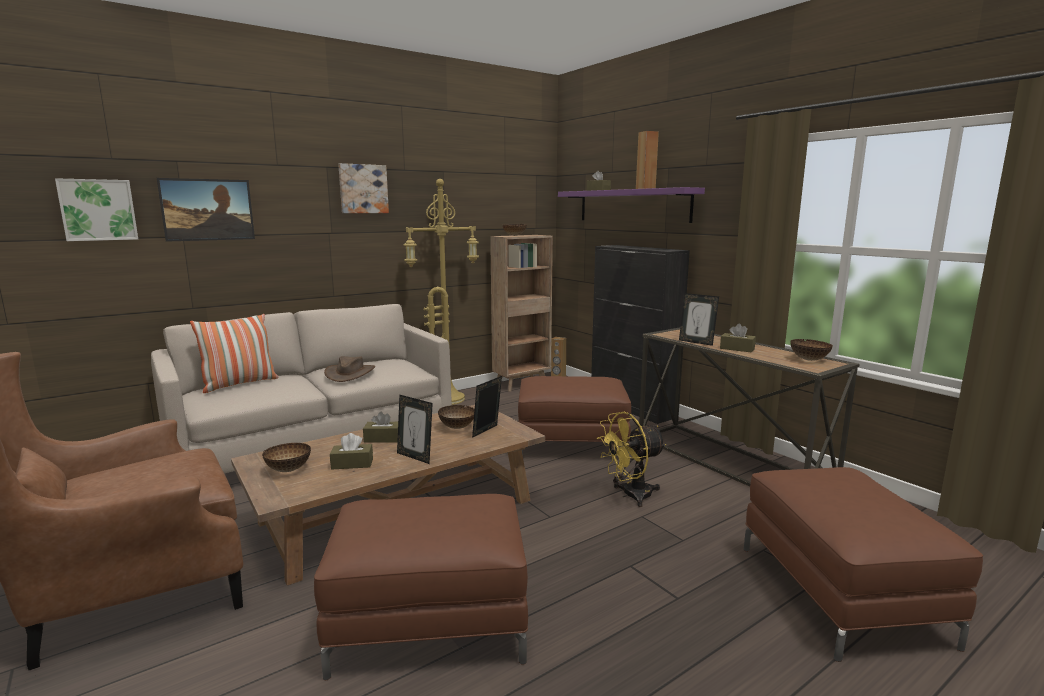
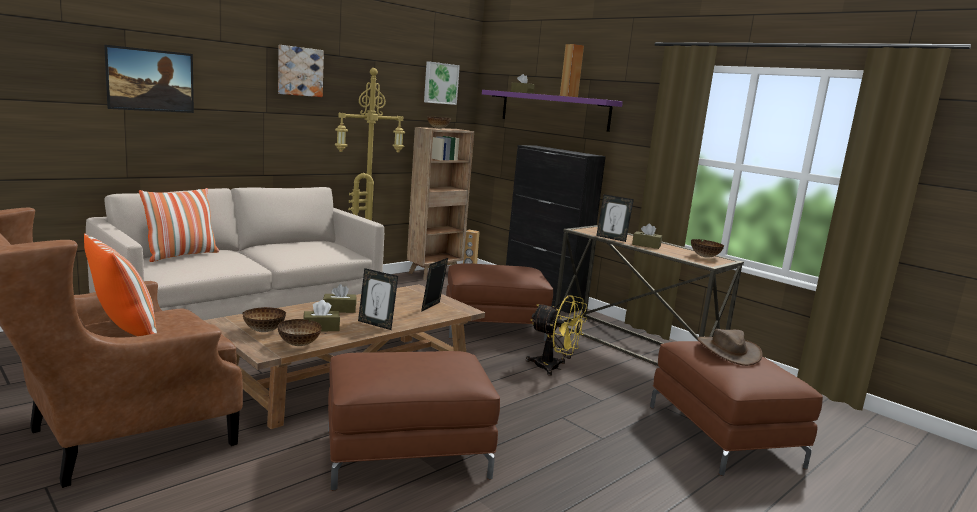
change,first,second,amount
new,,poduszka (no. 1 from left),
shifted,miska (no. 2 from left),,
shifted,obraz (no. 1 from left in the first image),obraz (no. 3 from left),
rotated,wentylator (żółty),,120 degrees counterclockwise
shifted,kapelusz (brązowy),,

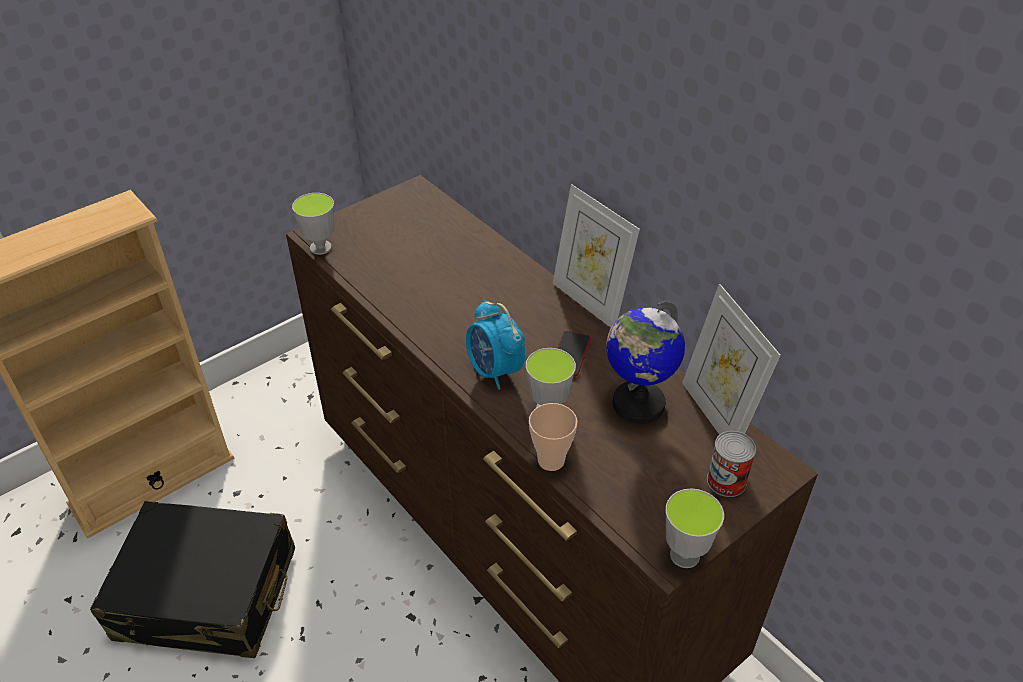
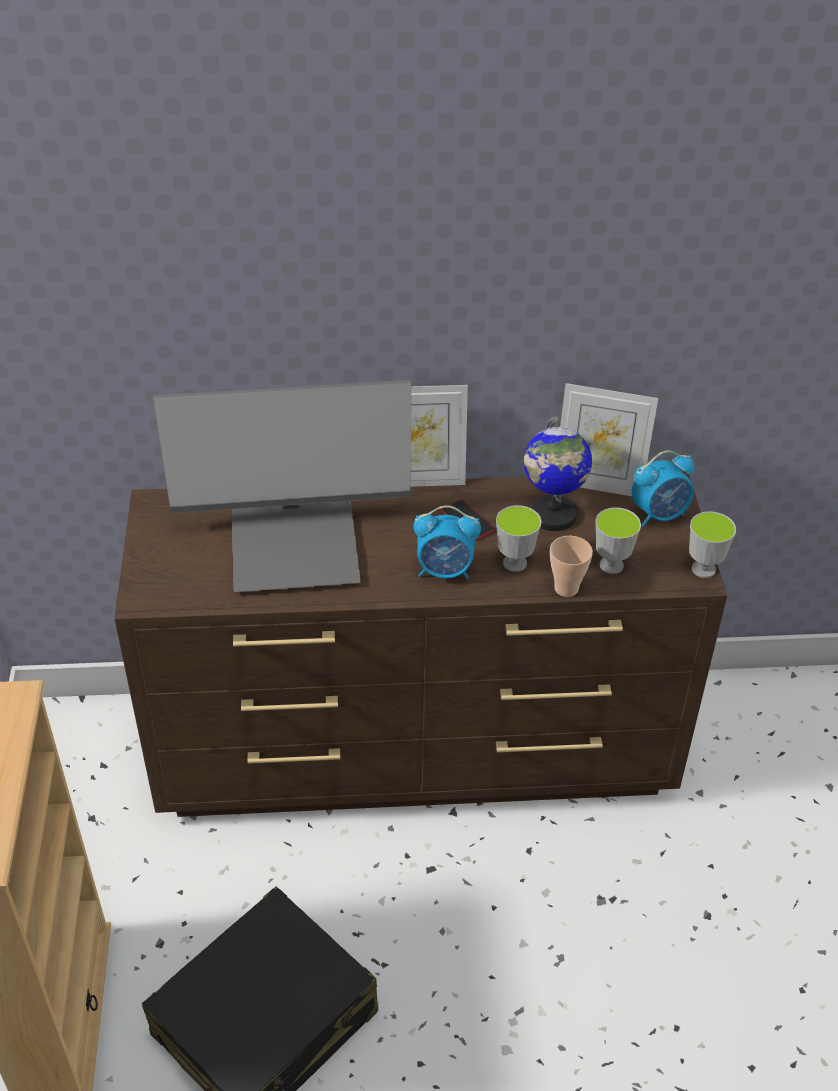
change,first,second,amount
new,,monitor,
shifted,filiżanka (no. 1 from left in the first image),filiżanka (no. 3 from left),
swapped,puszka,budzik (no. 2 from left),

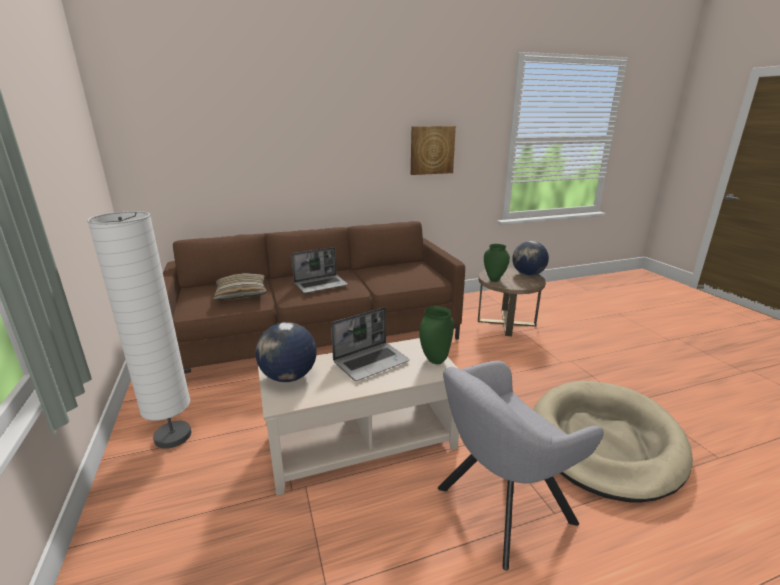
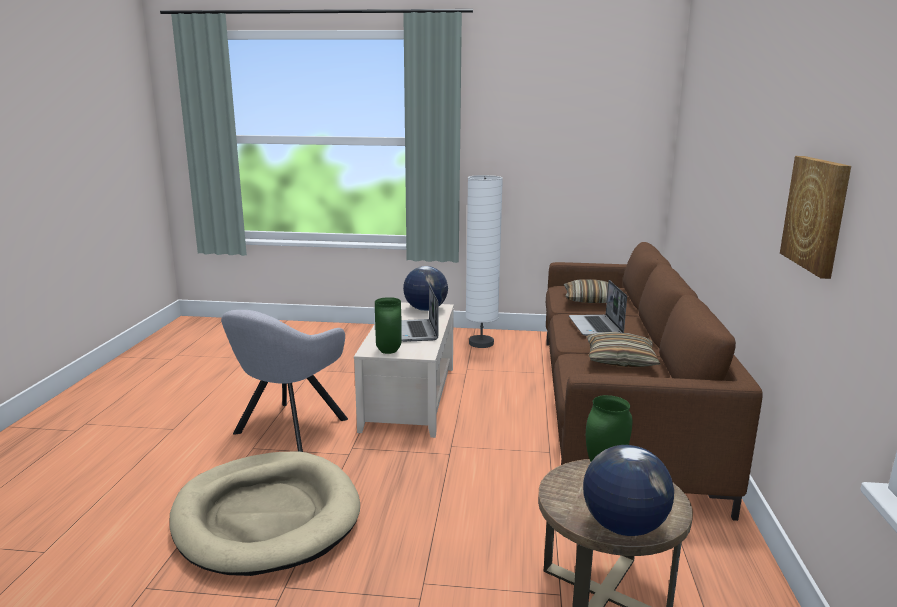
change,first,second,amount
rotated,fotel (szary),,150 degrees counterclockwise
new,,poduszka (no. 2 from left),

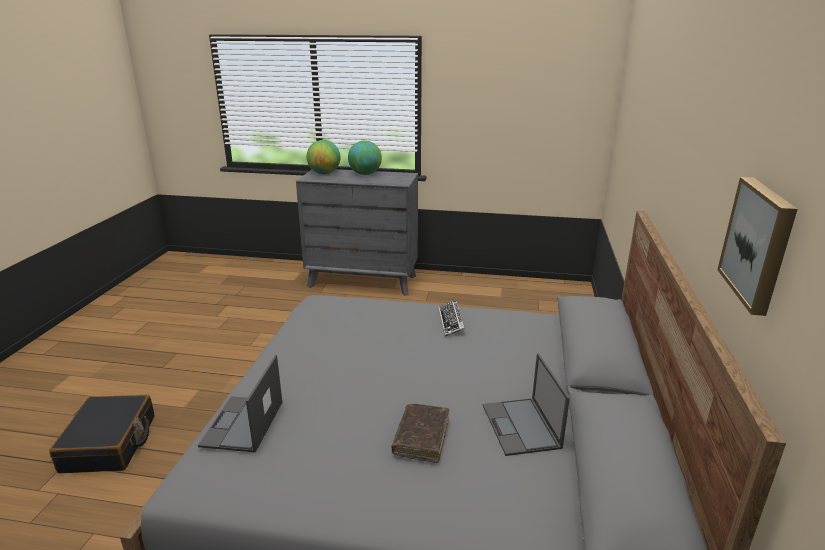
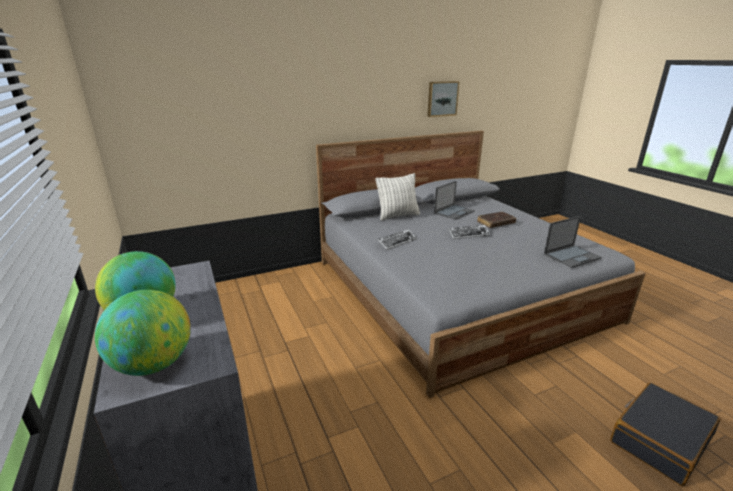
change,first,second,amount
new,,poduszka,
new,,klawiatura (no. 2 from left),

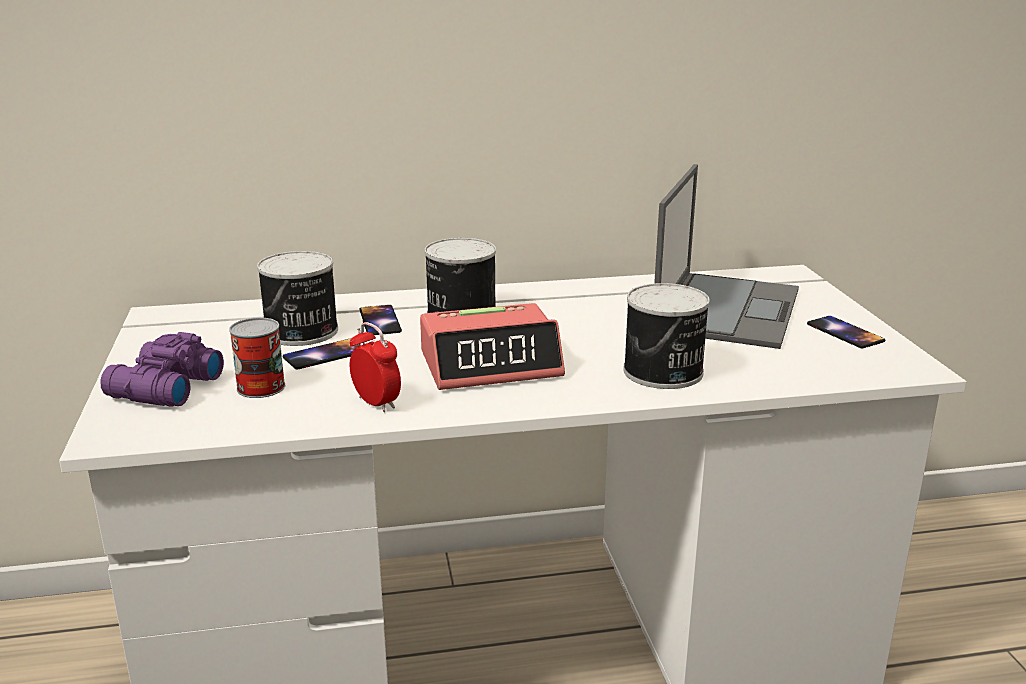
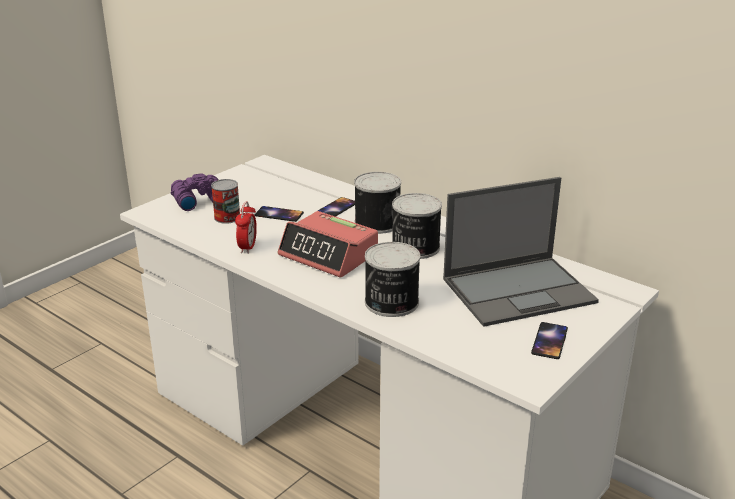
change,first,second,amount
shifted,puszka (no. 2 from left in the first image),puszka (no. 4 from left),

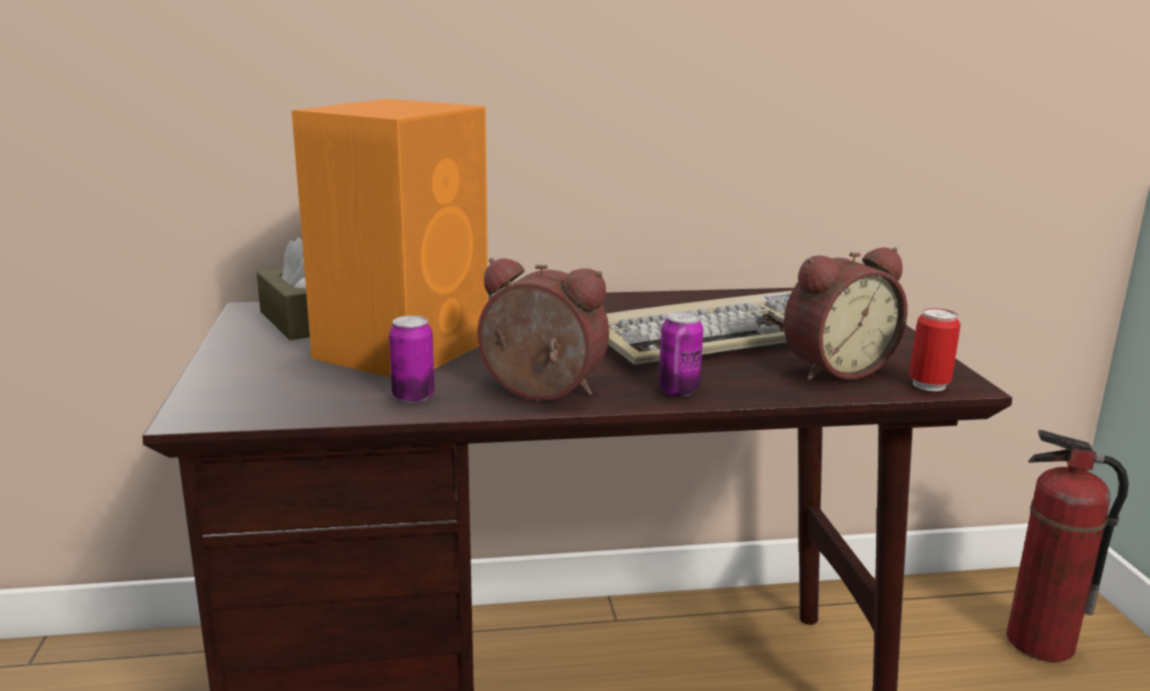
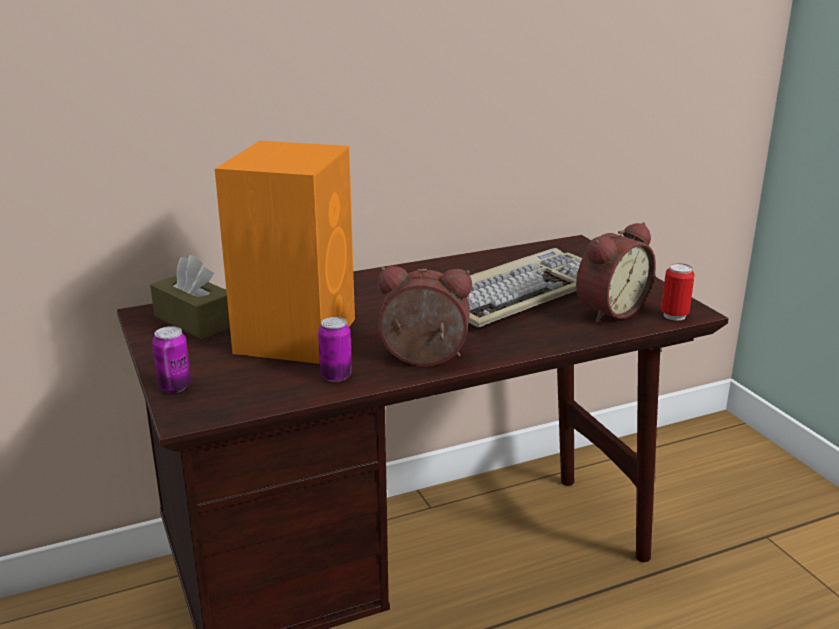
change,first,second,amount
shifted,puszka (no. 2 from left in the first image),puszka (no. 1 from left),
gone,gaśnica,,

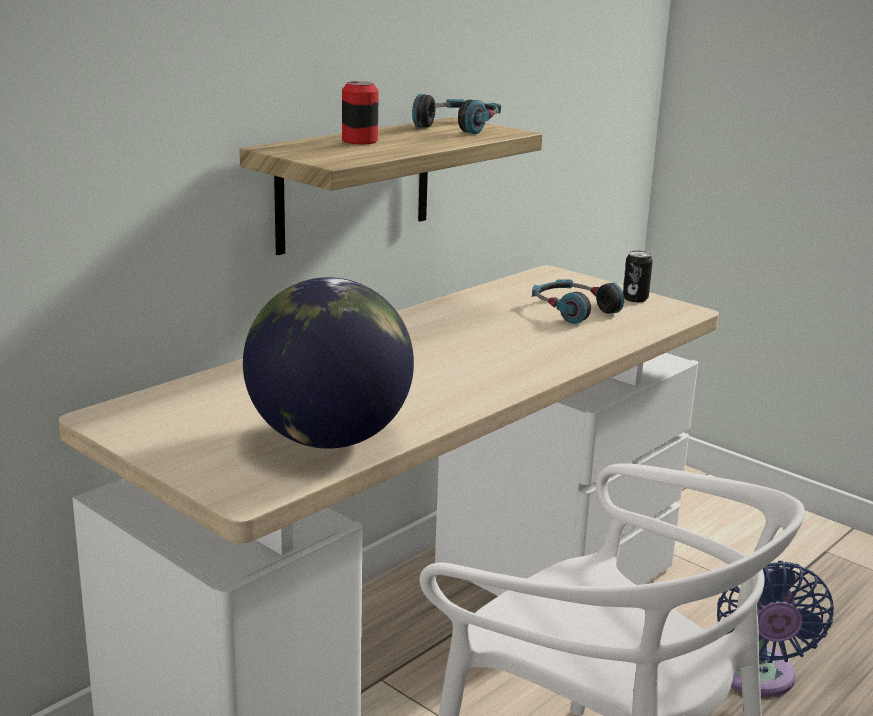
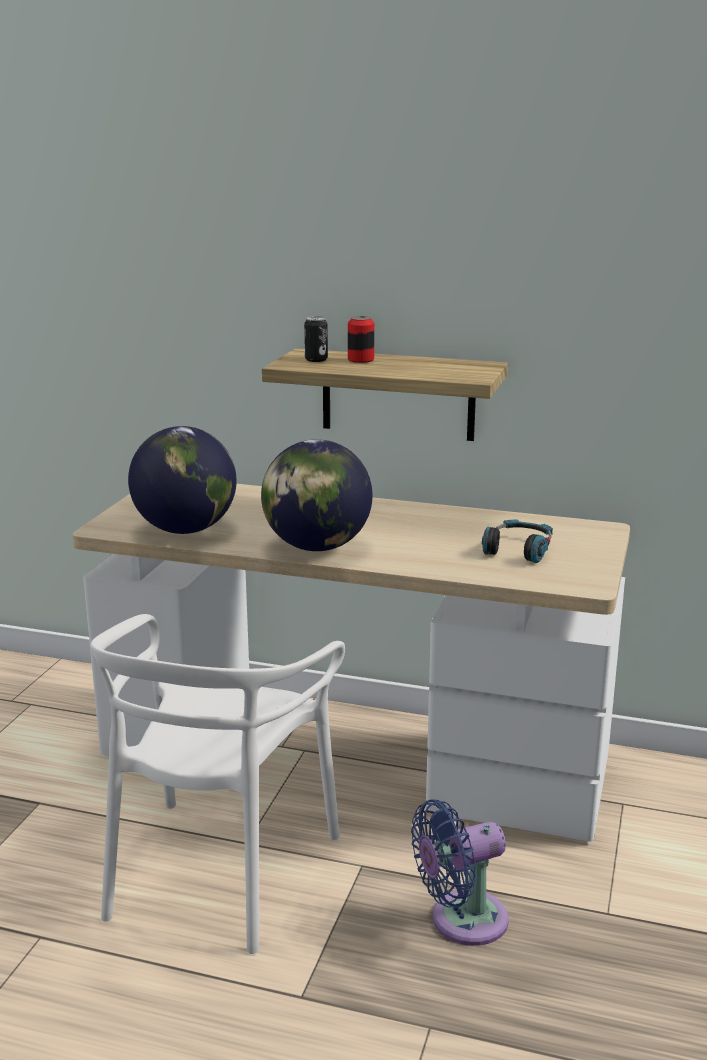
change,first,second,amount
new,,globus (no. 2 from left),
shifted,puszka (no. 2 from left in the first image),puszka (no. 1 from left),
gone,słuchawki (no. 1 from left),,

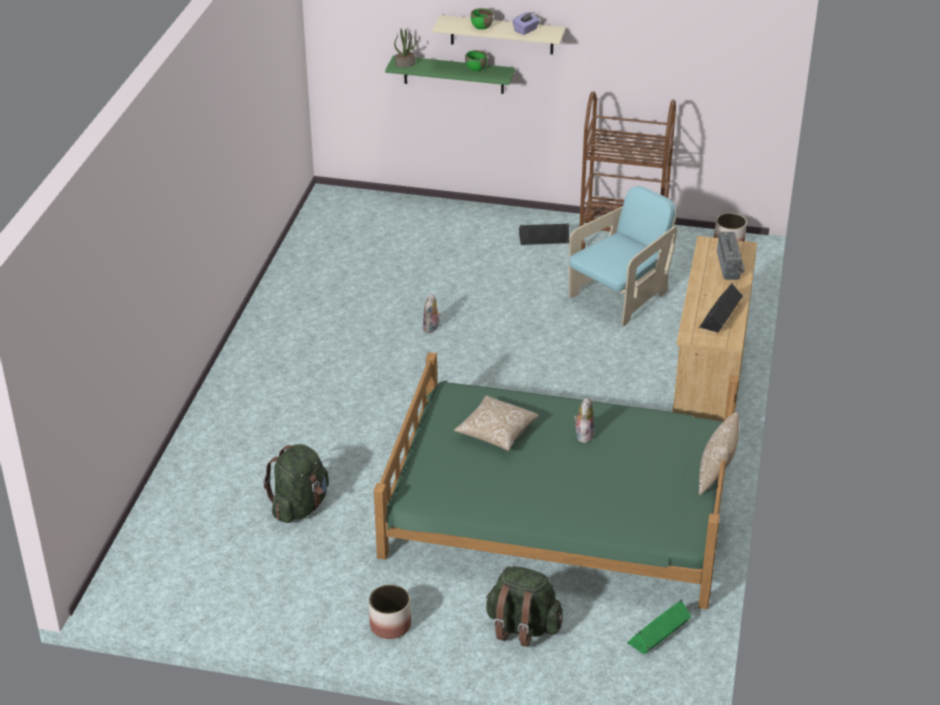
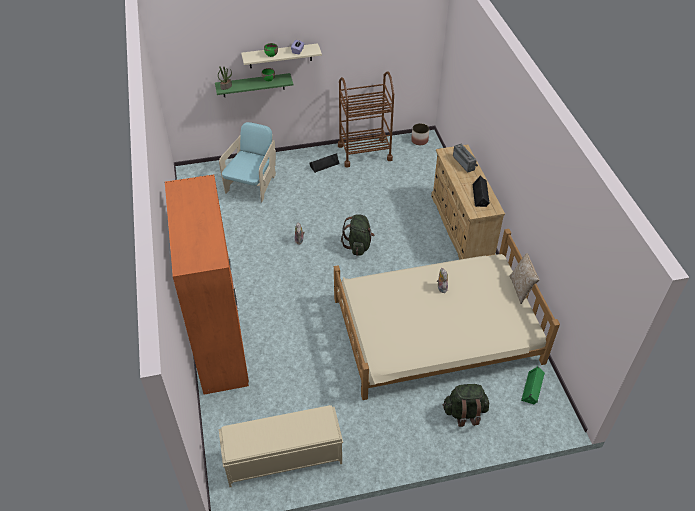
change,first,second,amount
new,,szafa (pomarańczowy),
shifted,fotel (turkusowy),,
new,,ławka (beżowy),
repainted,łóżko (zielony),łóżko (beżowy),
shifted,plecak (zielony) (no. 1 from left),,
gone,donica (no. 1 from left),,
gone,poduszka (no. 1 from left),,

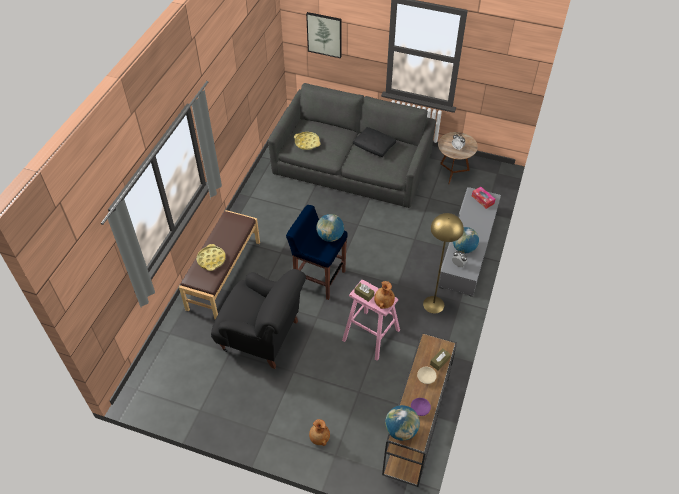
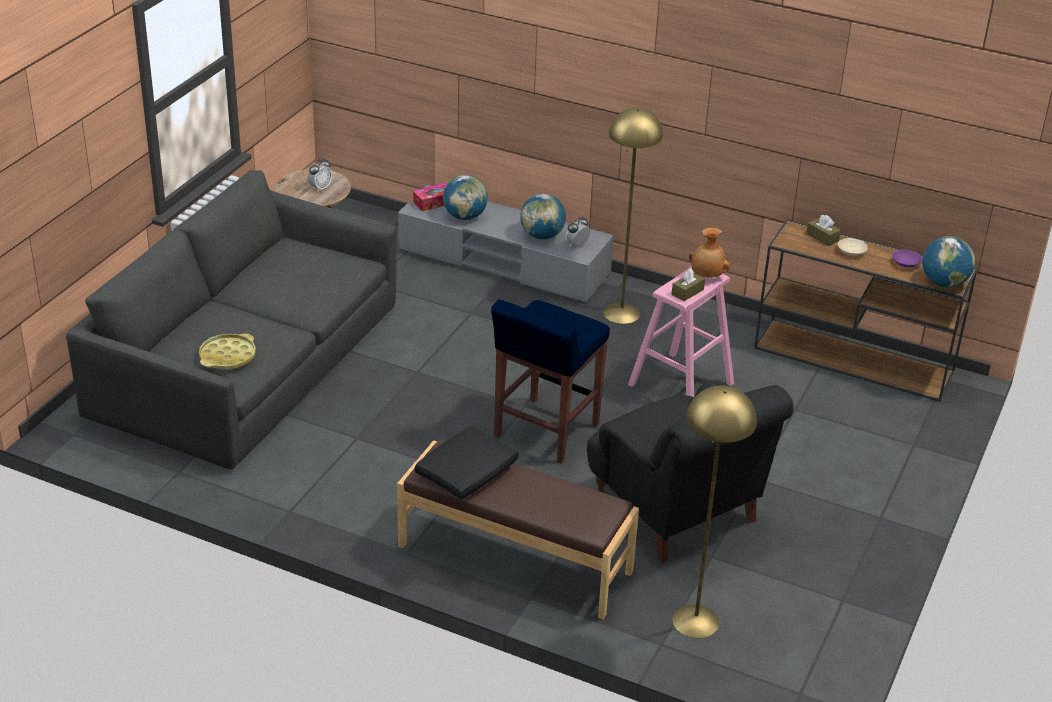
change,first,second,amount
shifted,poduszka (czarny),,
shifted,globus (no. 1 from left),,
rotated,fotel (czarny),,120 degrees clockwise
new,,lampa stojąca (żółty) (no. 2 from left),
gone,taca (żółty) (no. 1 from left),,
gone,obraz,,
gone,wazon (brązowy) (no. 1 from left),,

